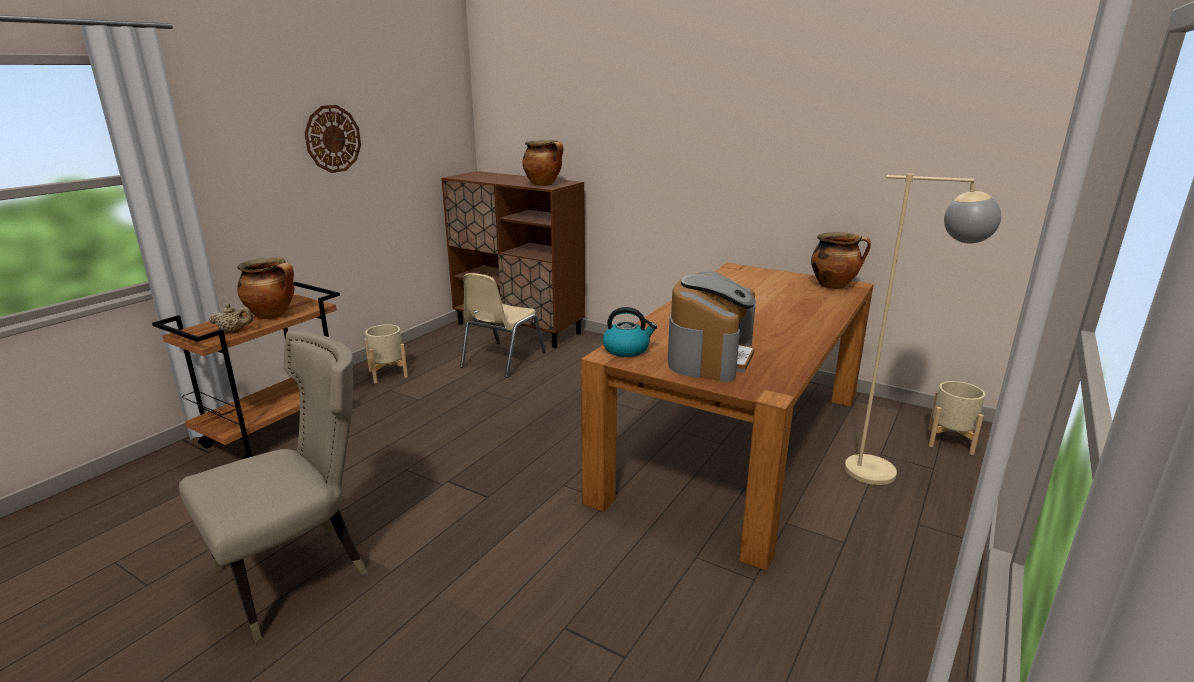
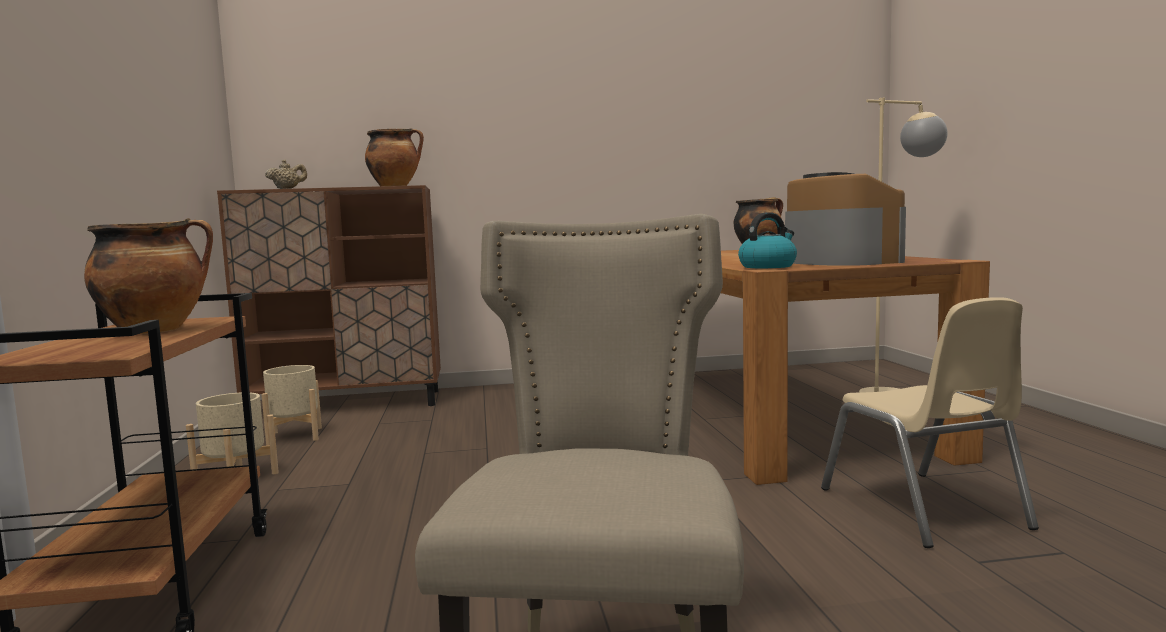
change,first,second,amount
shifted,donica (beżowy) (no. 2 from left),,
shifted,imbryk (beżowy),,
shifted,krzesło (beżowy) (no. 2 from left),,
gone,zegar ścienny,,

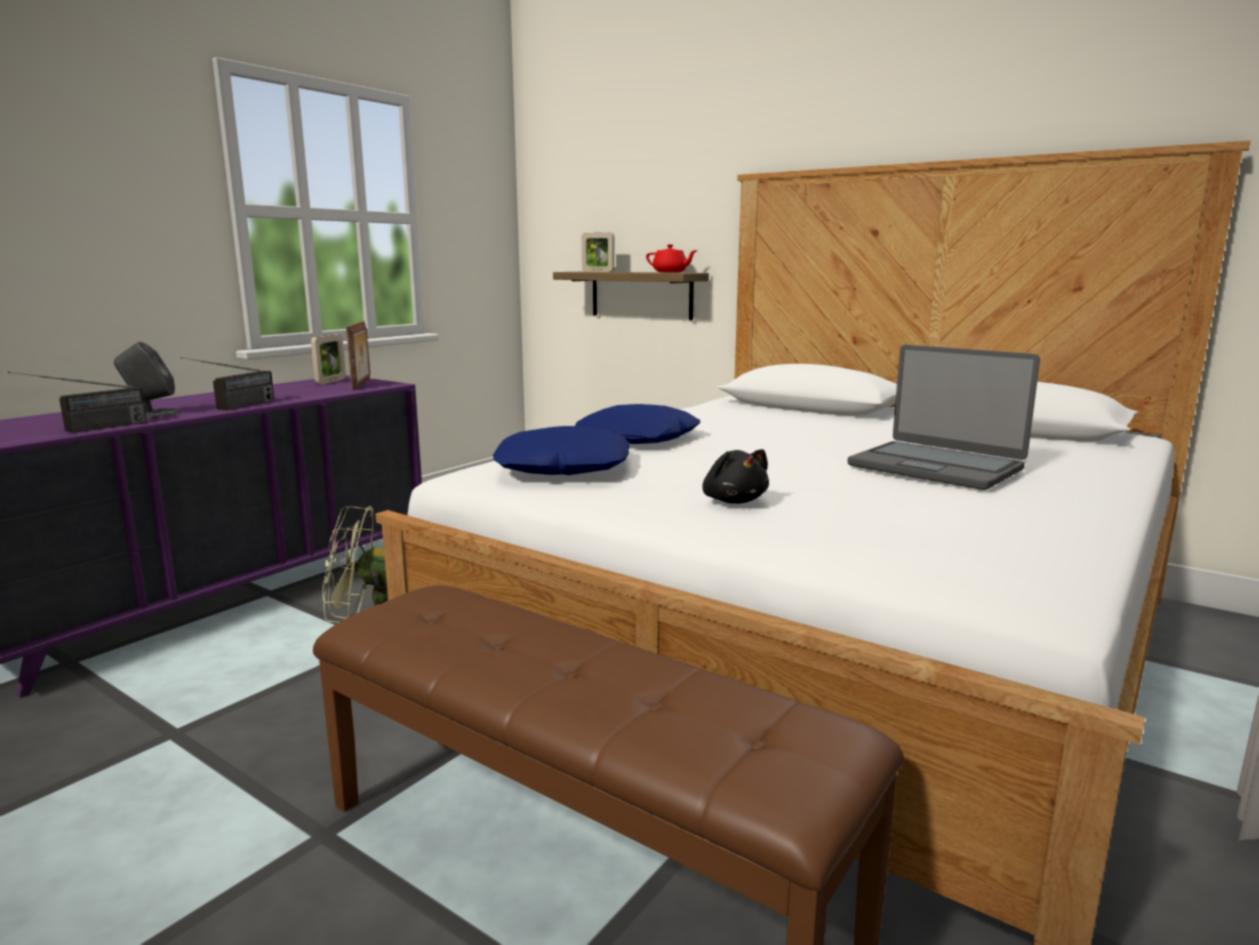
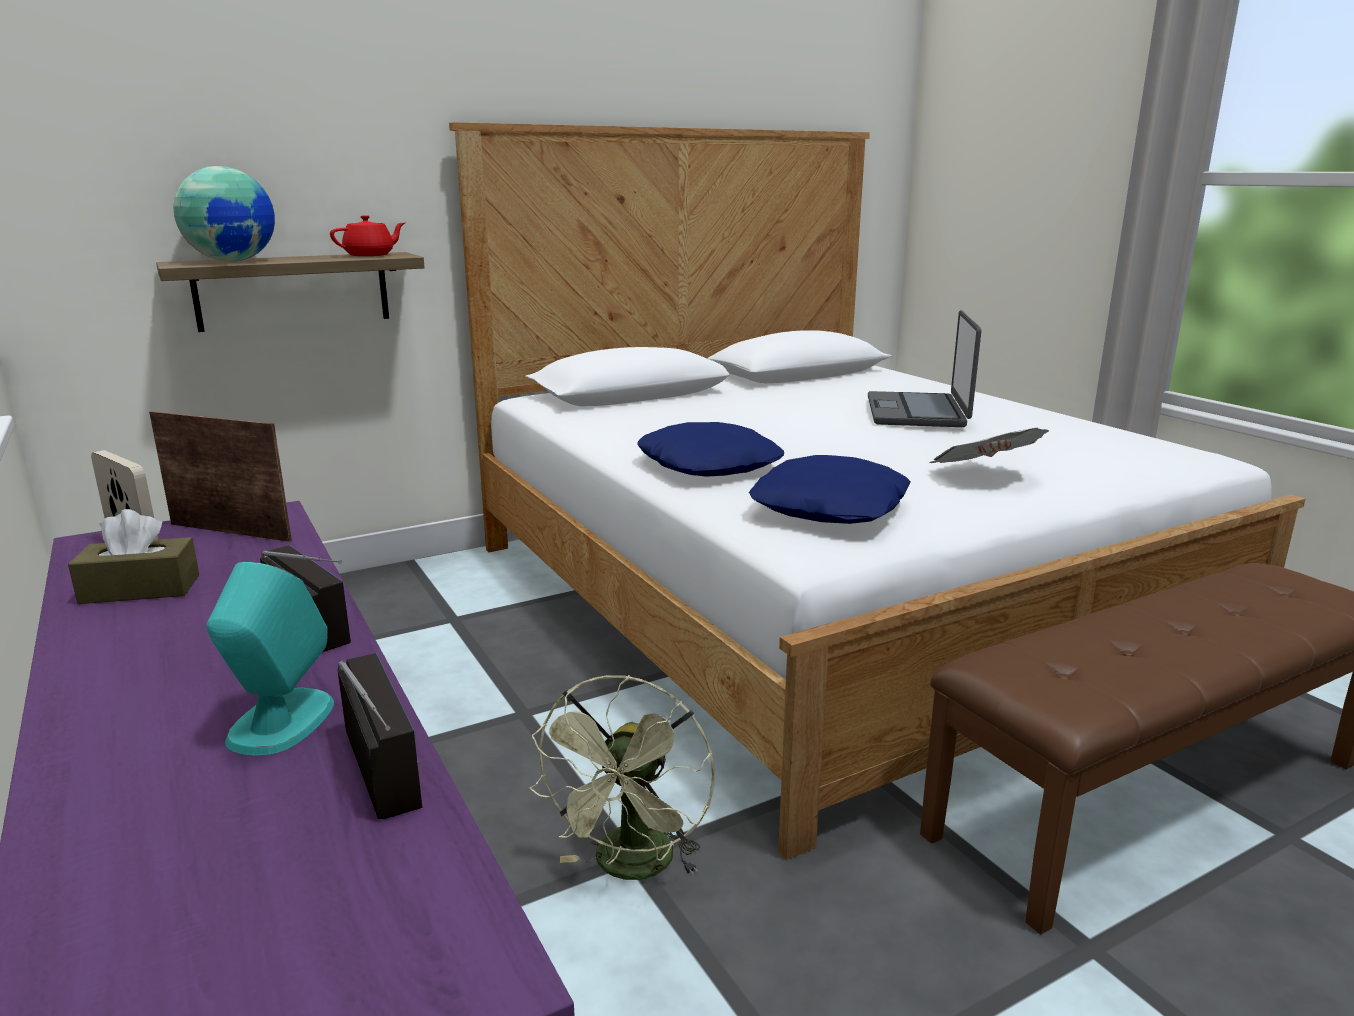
change,first,second,amount
new,,pudełko chusteczek (brązowy),
swapped,ramka na zdjęcie (no. 3 from left),globus,
repainted,głośnik (szary),głośnik (turkusowy),
rotated,laptop,,120 degrees clockwise
swapped,pluszak (czarny),gazeta,

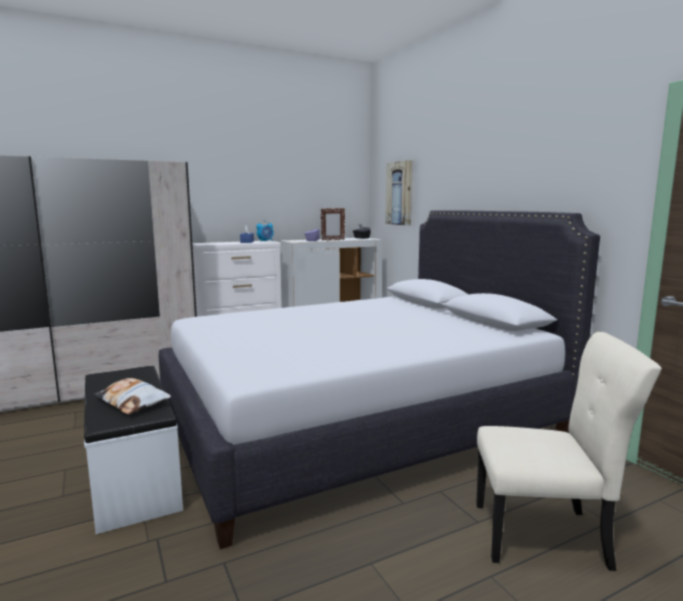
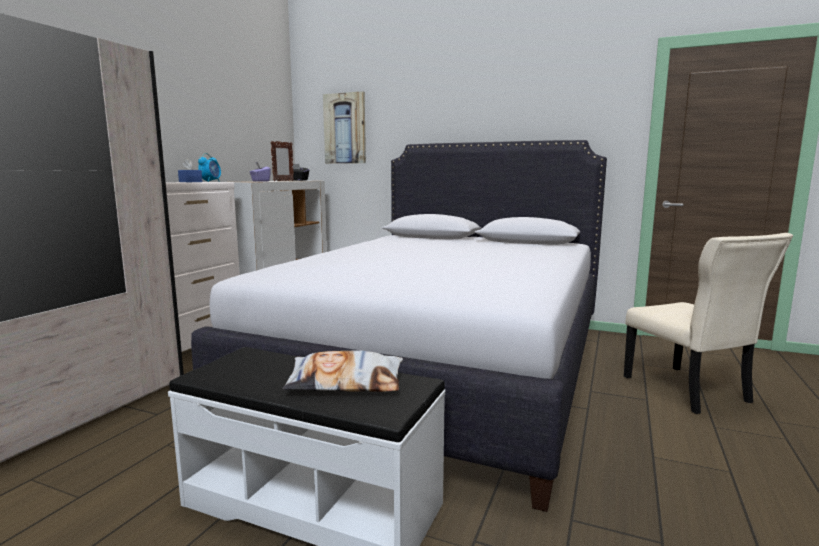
change,first,second,amount
rotated,krzesło (beżowy),,105 degrees clockwise

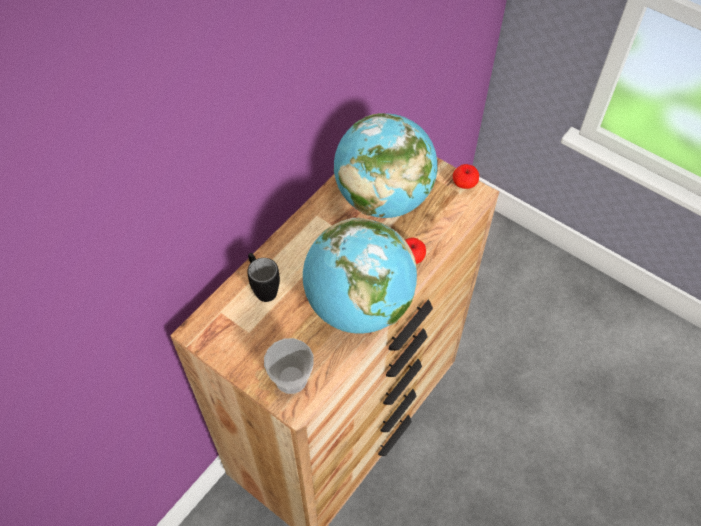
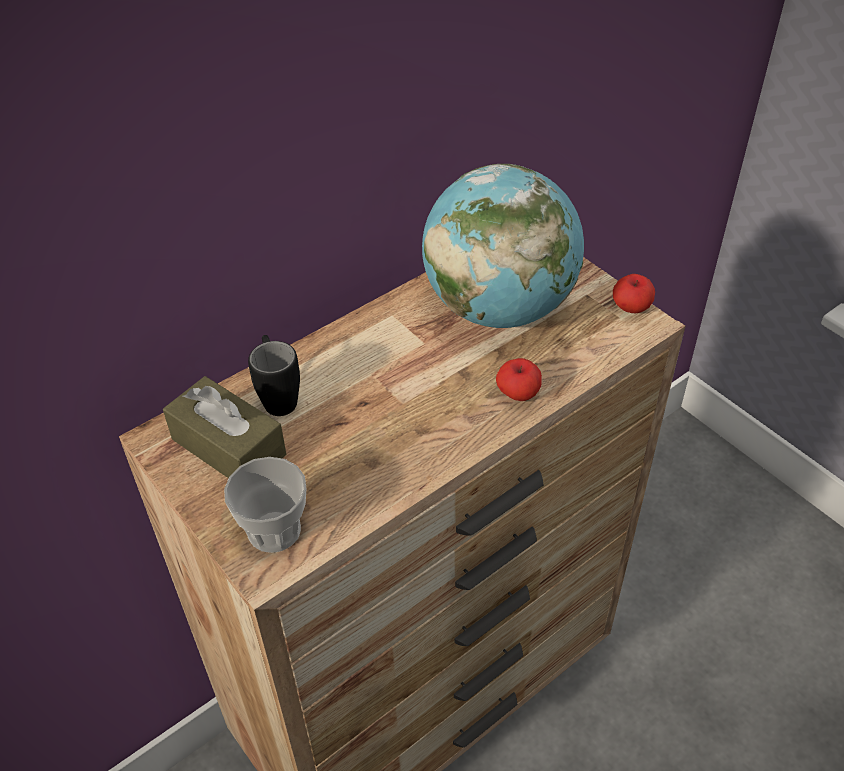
change,first,second,amount
new,,pudełko chusteczek (brązowy),
gone,globus (no. 1 from left),,

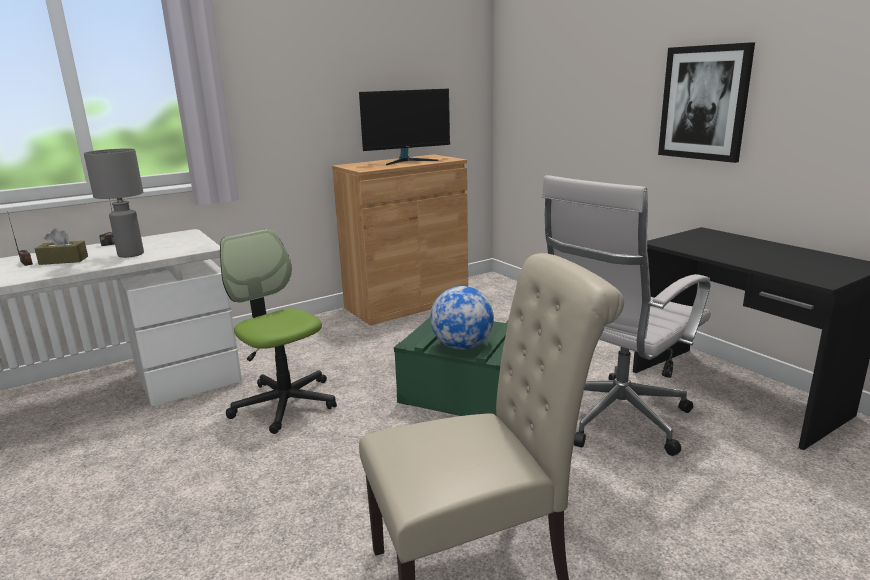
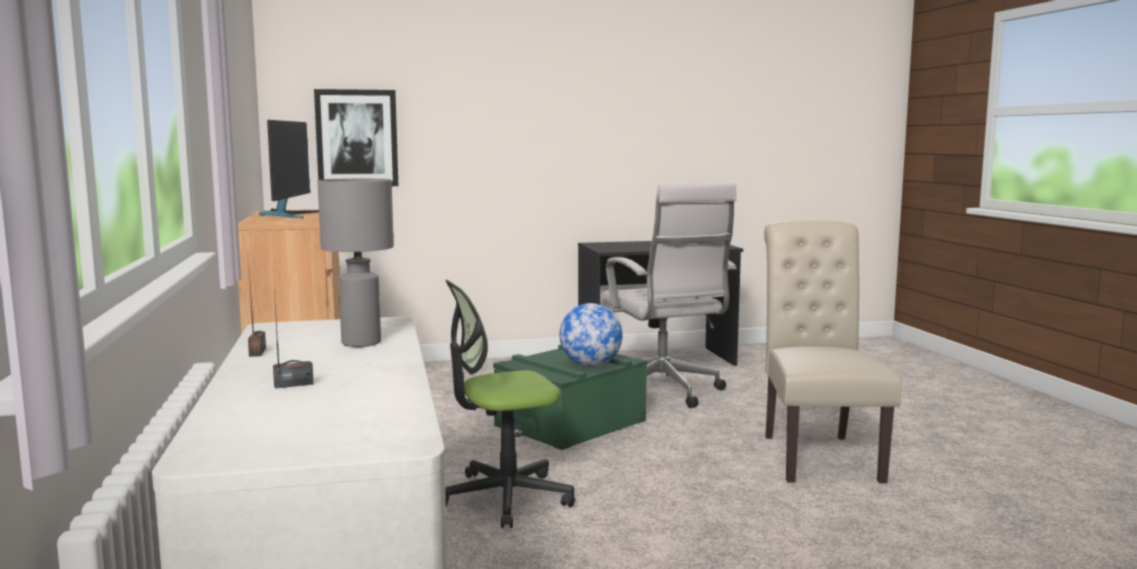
change,first,second,amount
shifted,obraz,,
gone,pudełko chusteczek (brązowy),,

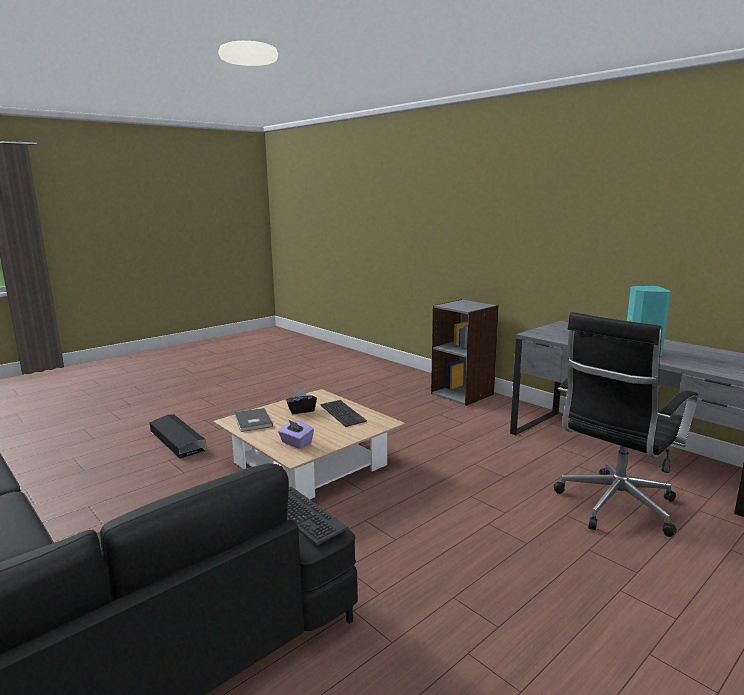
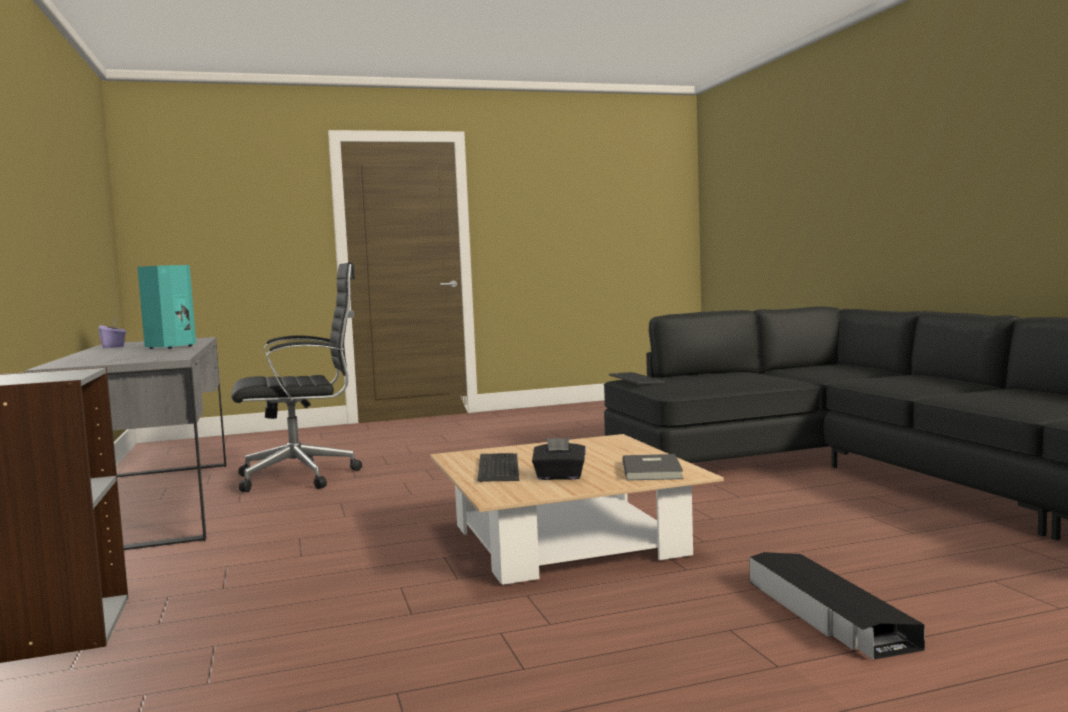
change,first,second,amount
shifted,pudełko chusteczek (fioletowy),,

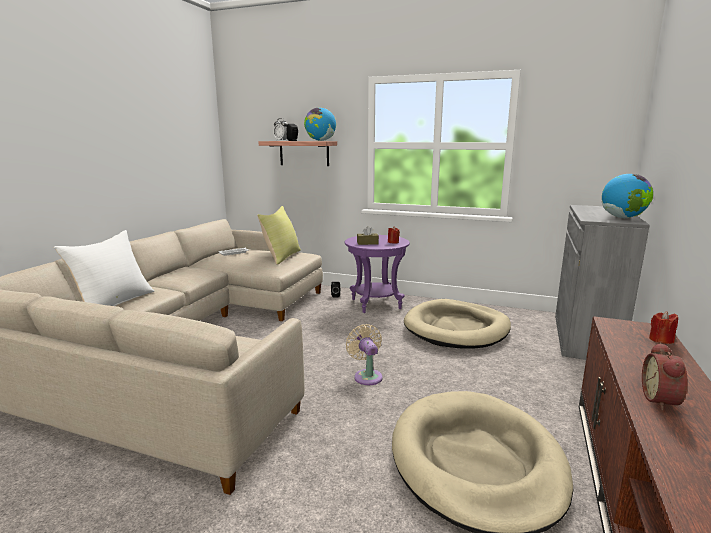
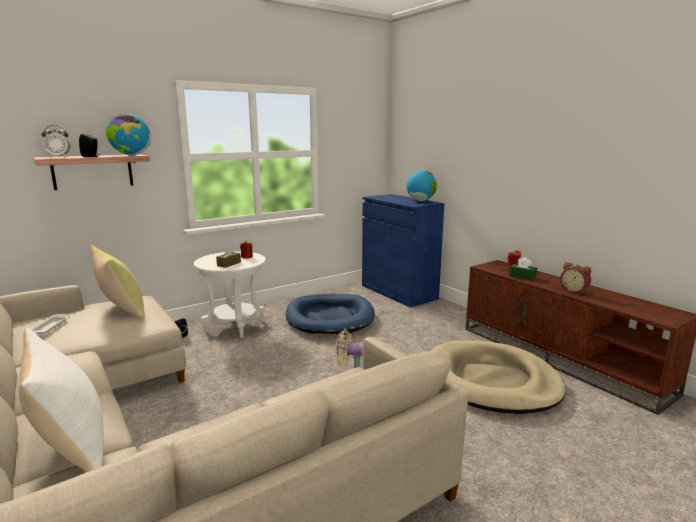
change,first,second,amount
repainted,stolik (fioletowy),stolik (biały),
repainted,legowisko (beżowy) (no. 1 from left),legowisko (niebieski),
repainted,szafka (szary),szafka (niebieski),
new,,pudełko chusteczek (zielony),

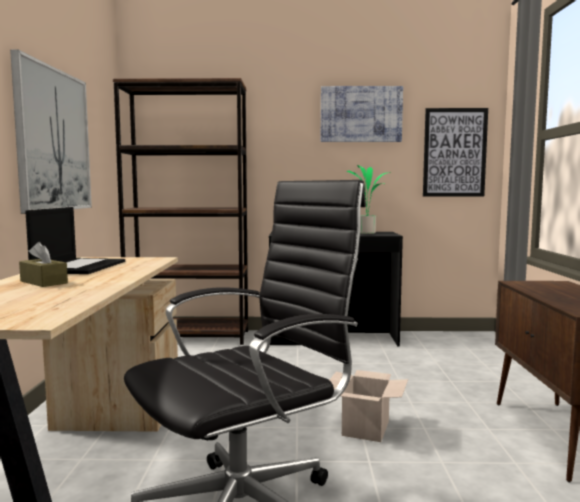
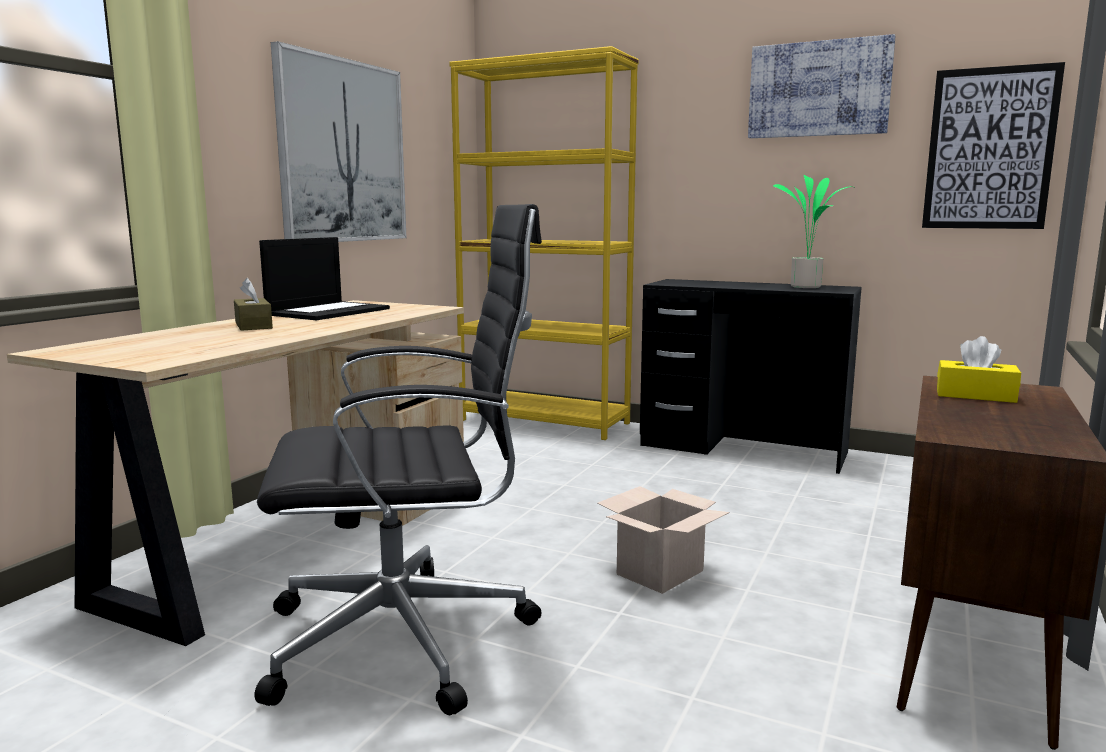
change,first,second,amount
repainted,regał (brązowy),regał (żółty),
new,,pudełko chusteczek (żółty),

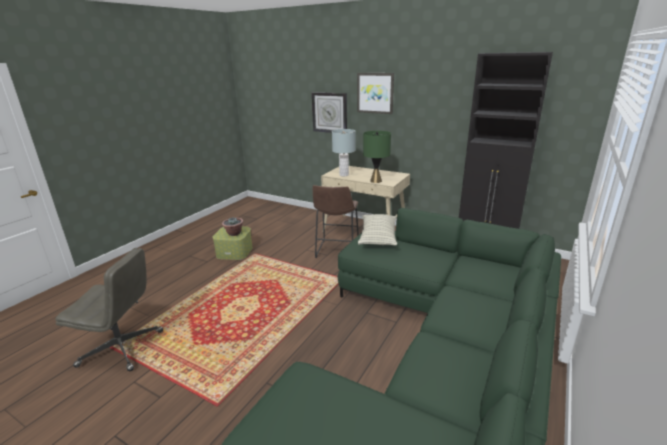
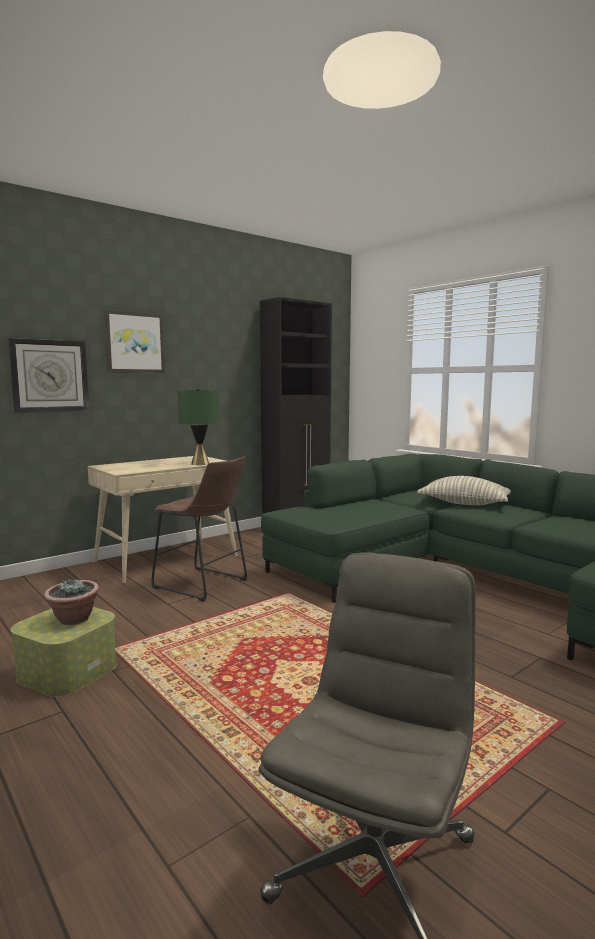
change,first,second,amount
shifted,poduszka,,
gone,lampa stołowa (szary),,

